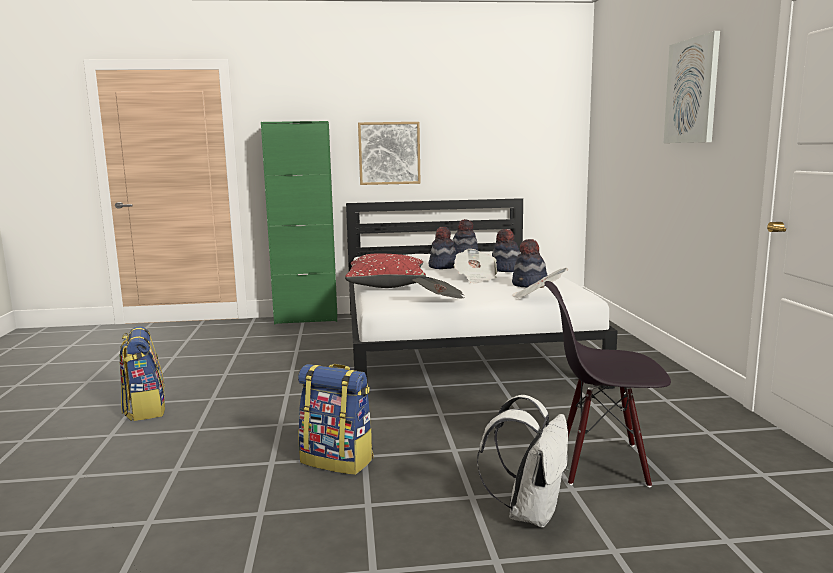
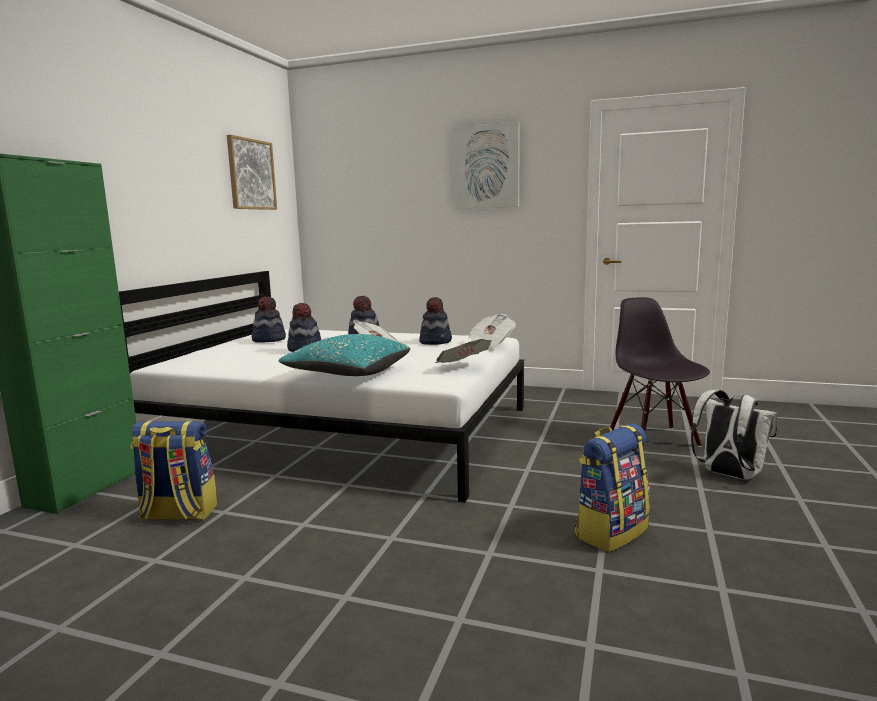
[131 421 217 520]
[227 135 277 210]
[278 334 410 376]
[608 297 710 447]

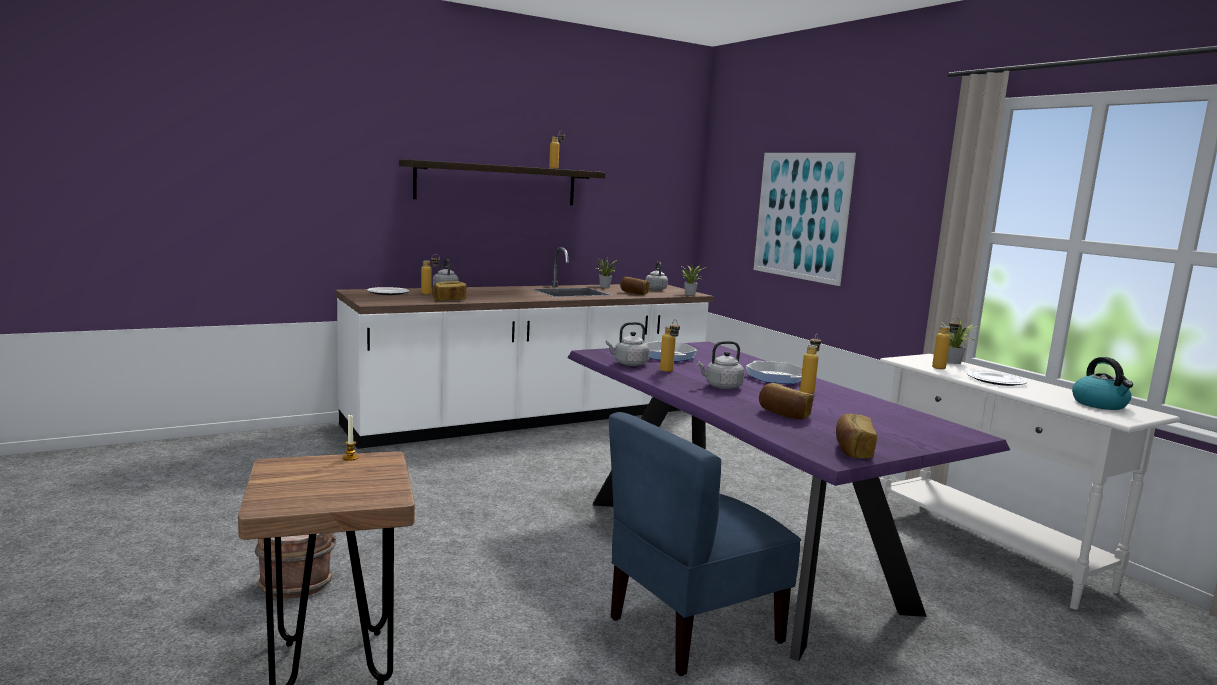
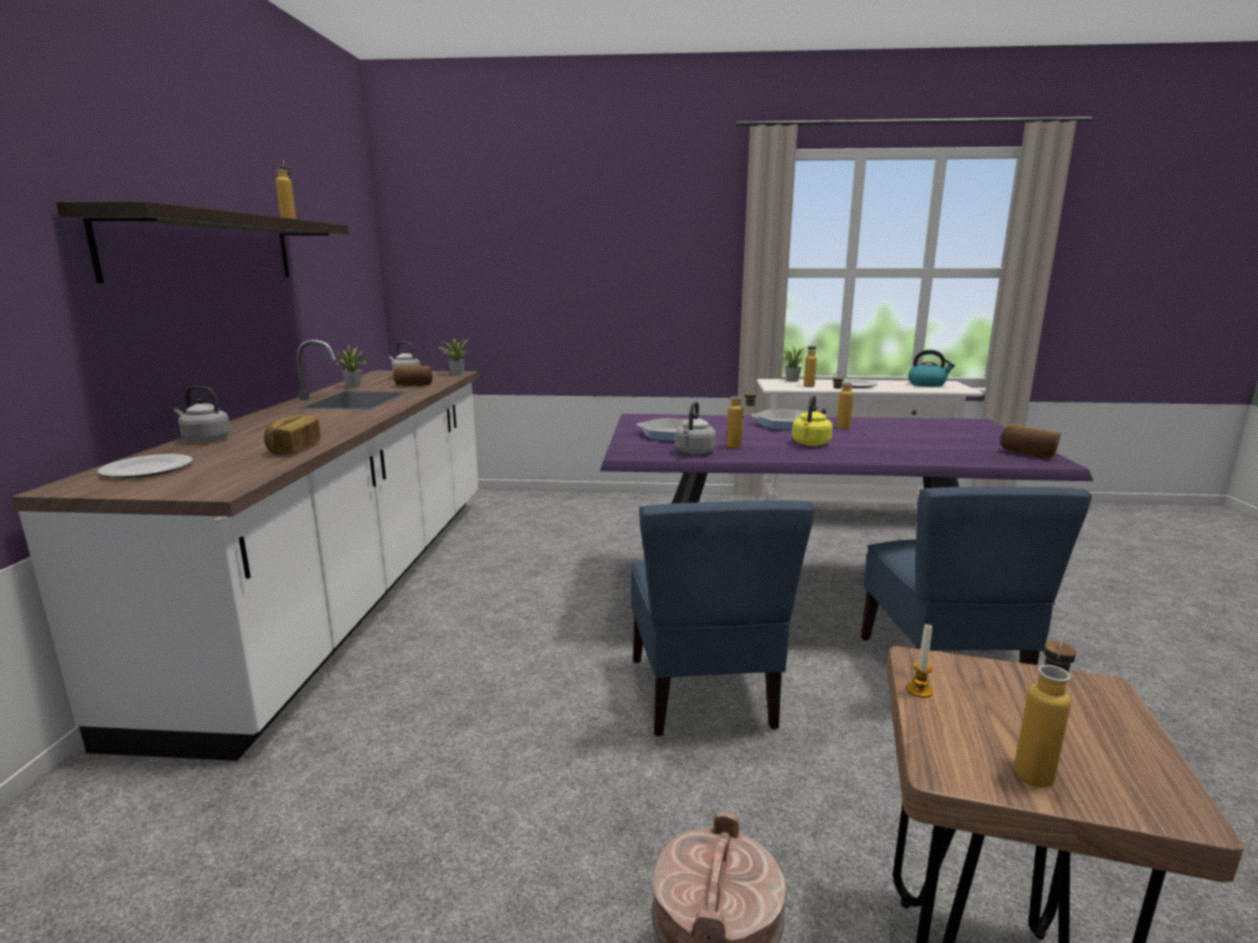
[754 153 856 286] (first image)
[759 383 814 420] (first image)
[630 500 814 736]
[1014 632 1076 787]
[792 395 833 446]

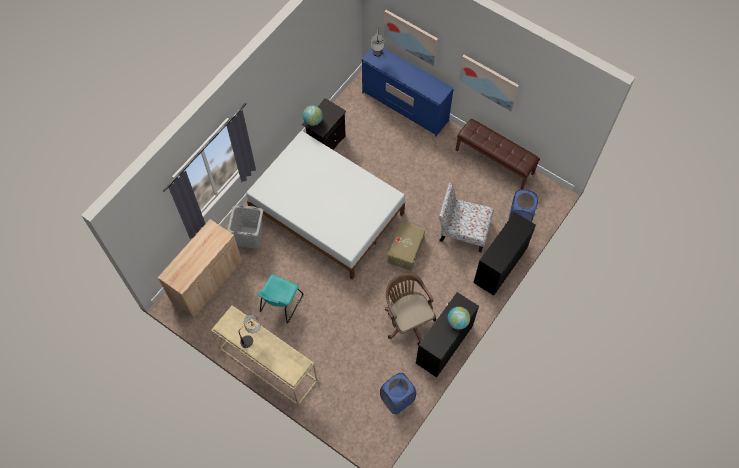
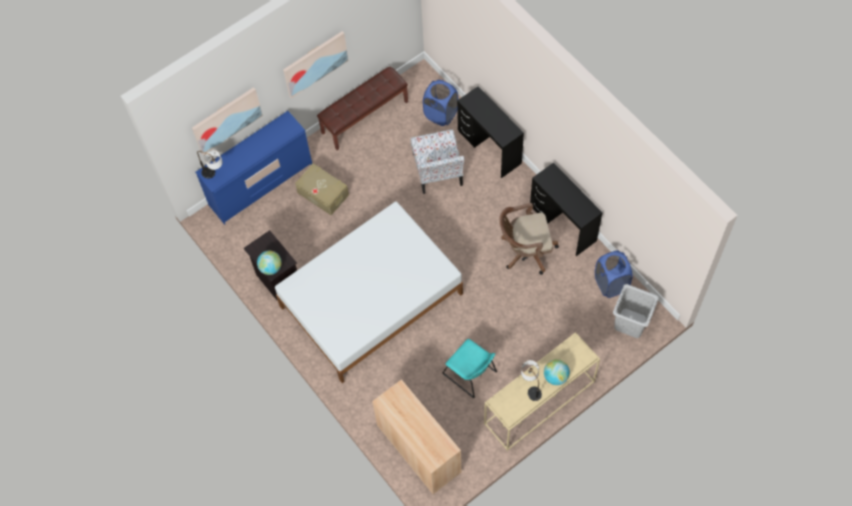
[613 284 659 338]
[295 164 349 215]
[544 359 570 385]
[410 129 464 194]

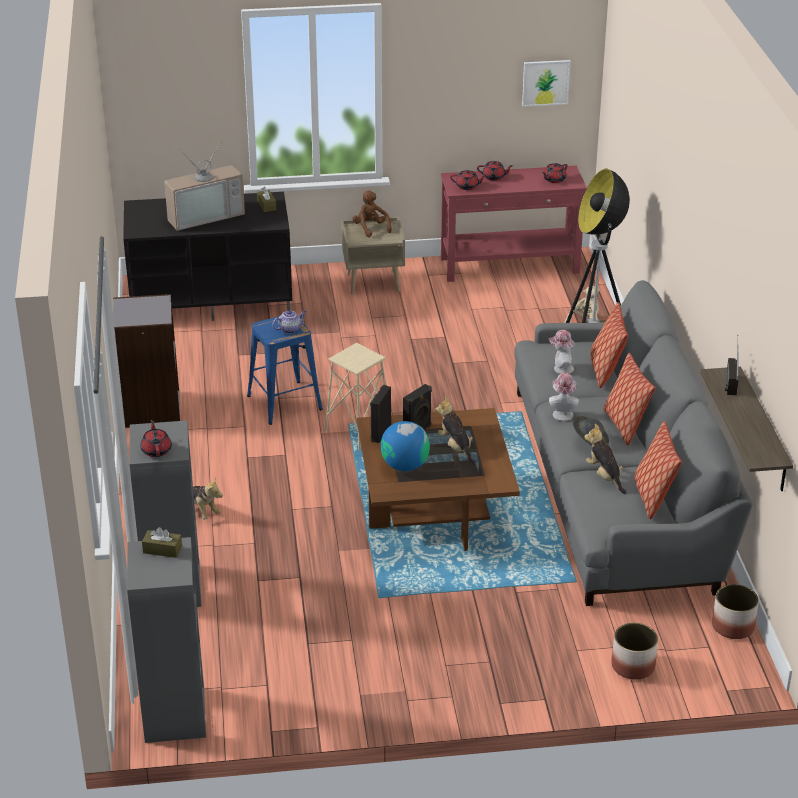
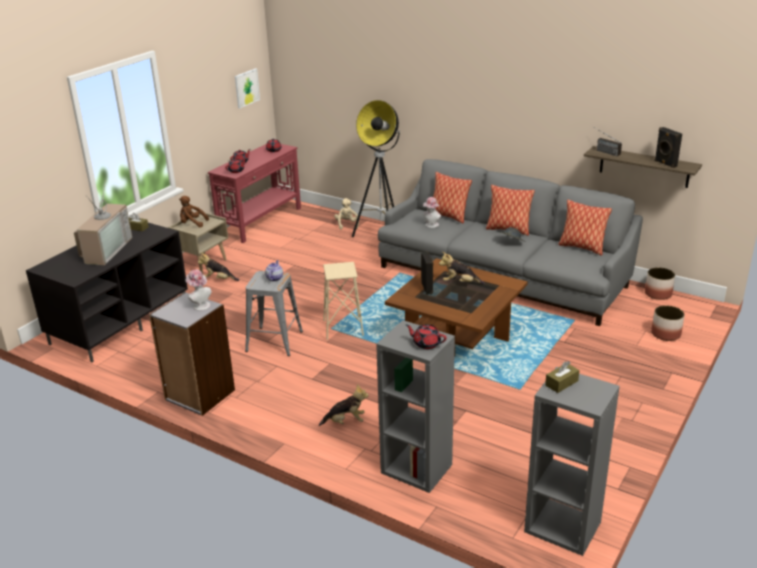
[381 421 430 471] (first image)
[655 127 682 168]
[185 269 212 311]
[198 252 239 281]
[245 271 303 356]

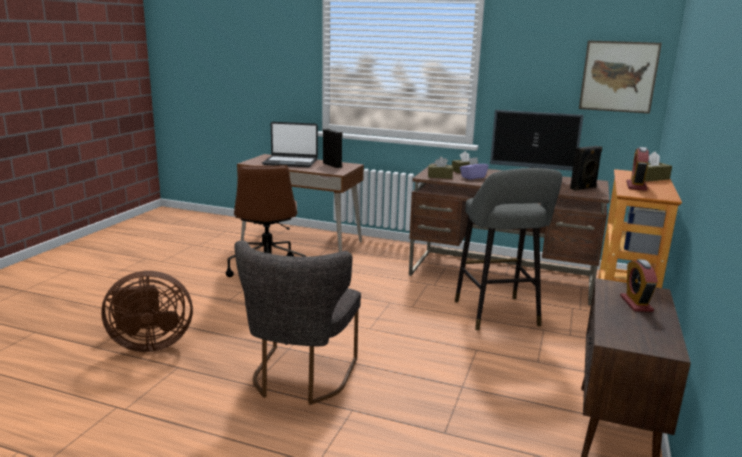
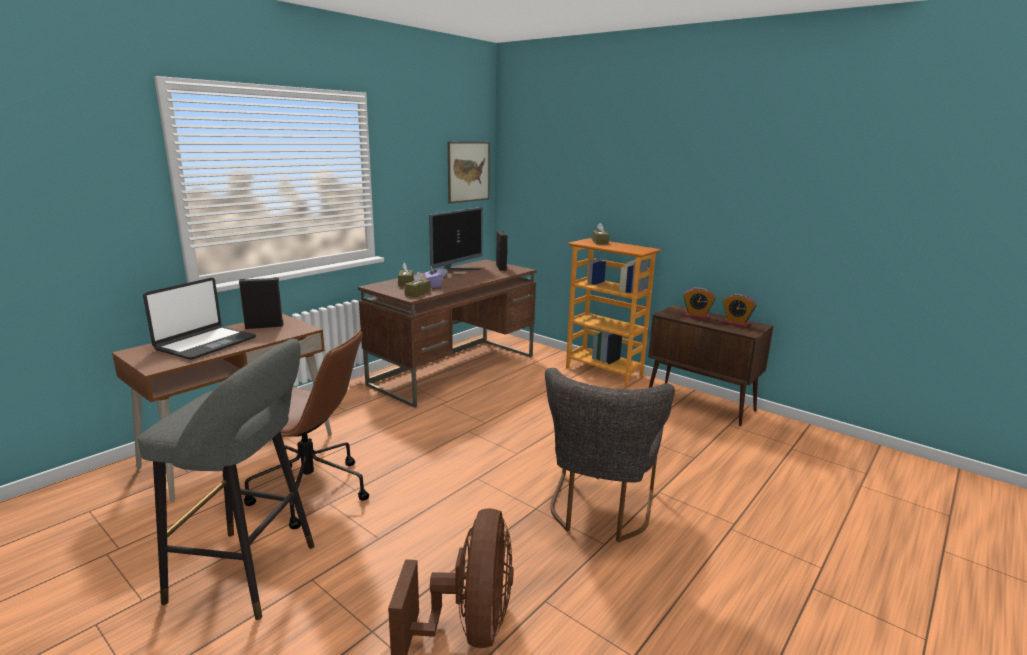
[138 339 315 620]
[722 294 757 328]
[545 368 675 542]

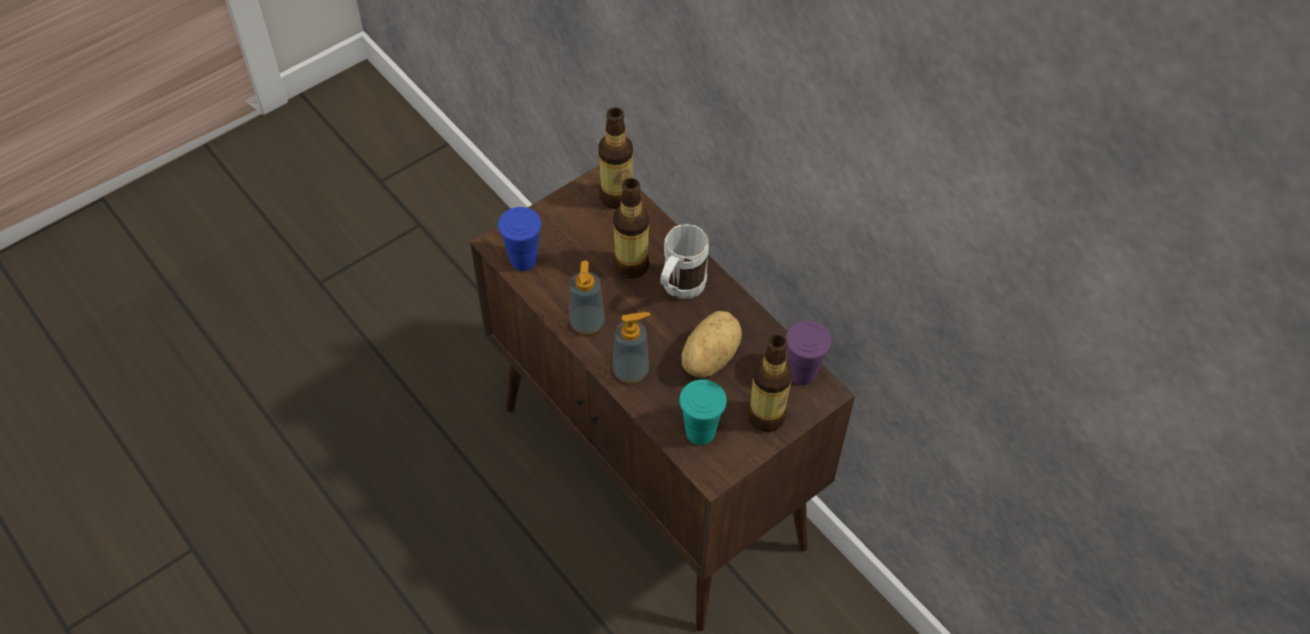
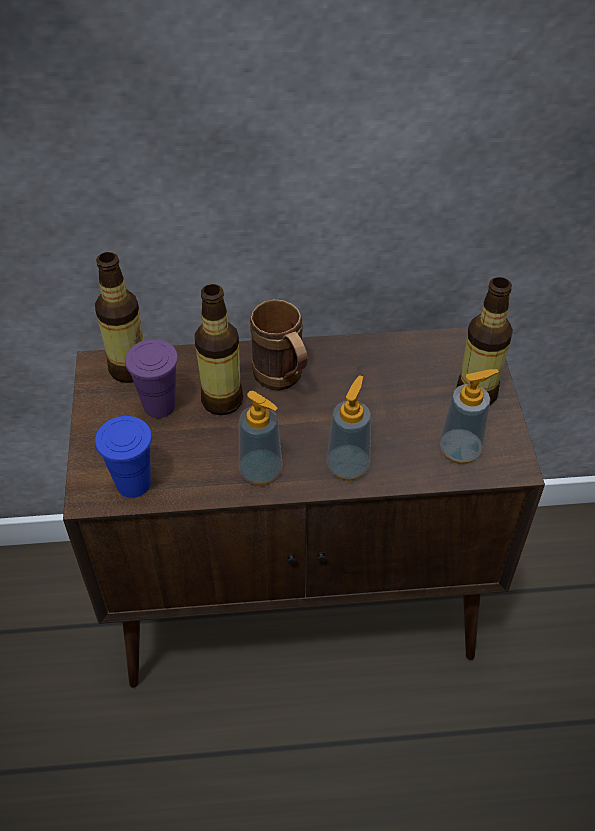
[681 311 742 378] (first image)
[125 339 178 418]
[439 369 499 464]
[250 299 308 391]

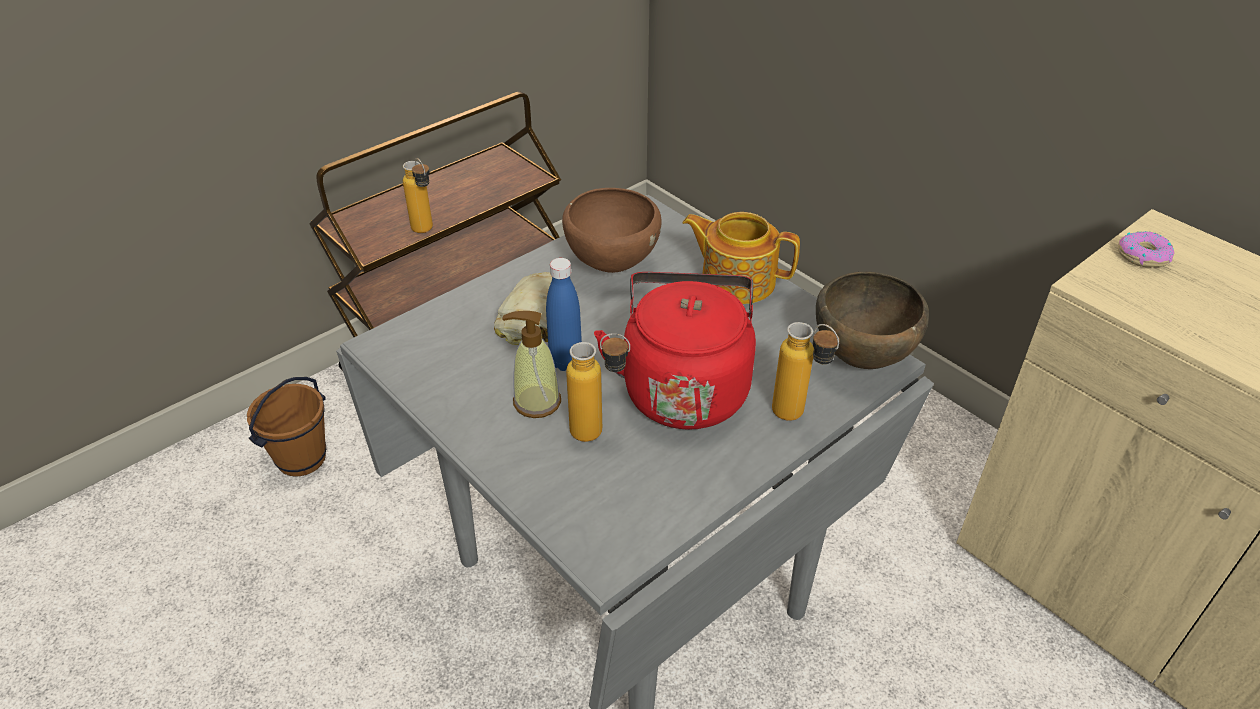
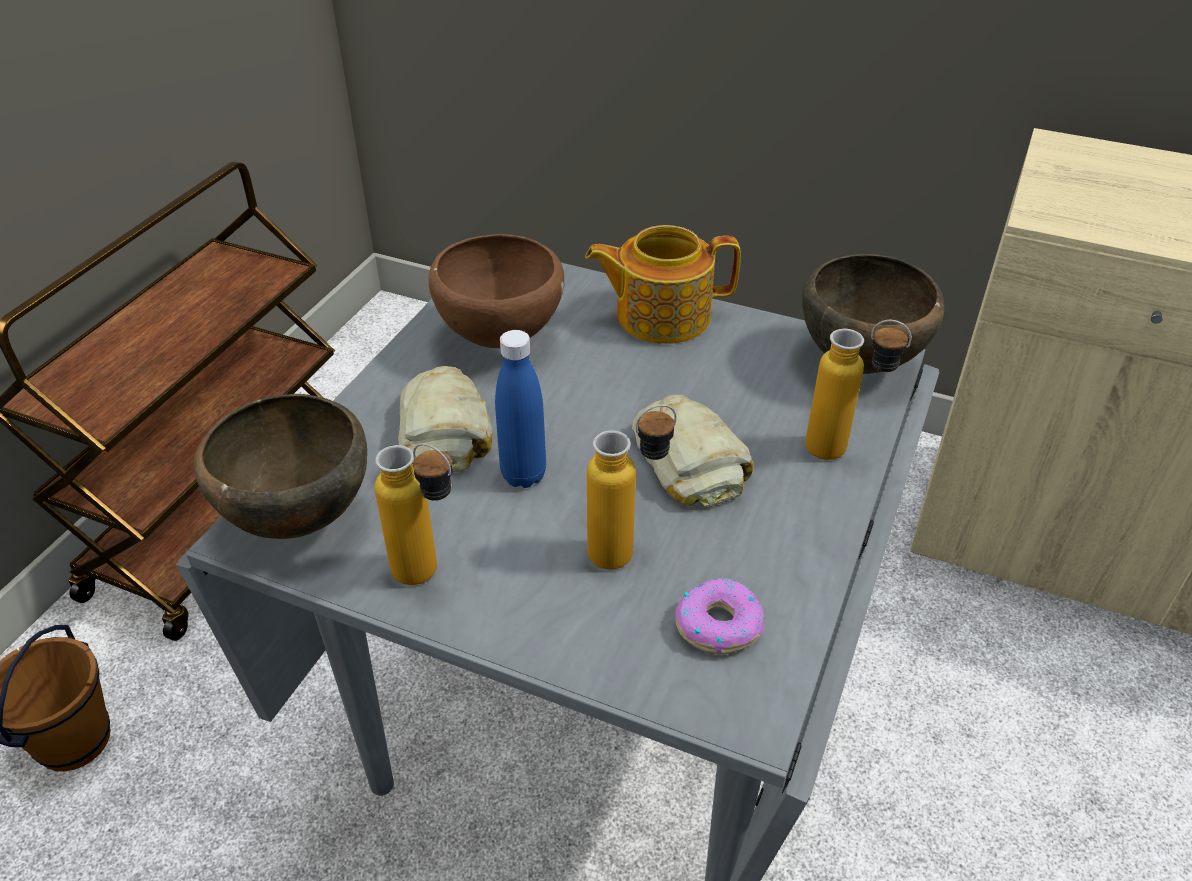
[502 311 561 418] (first image)
[193 394 367 539]
[375 443 453 585]
[675 578 764 654]
[632 395 753 507]

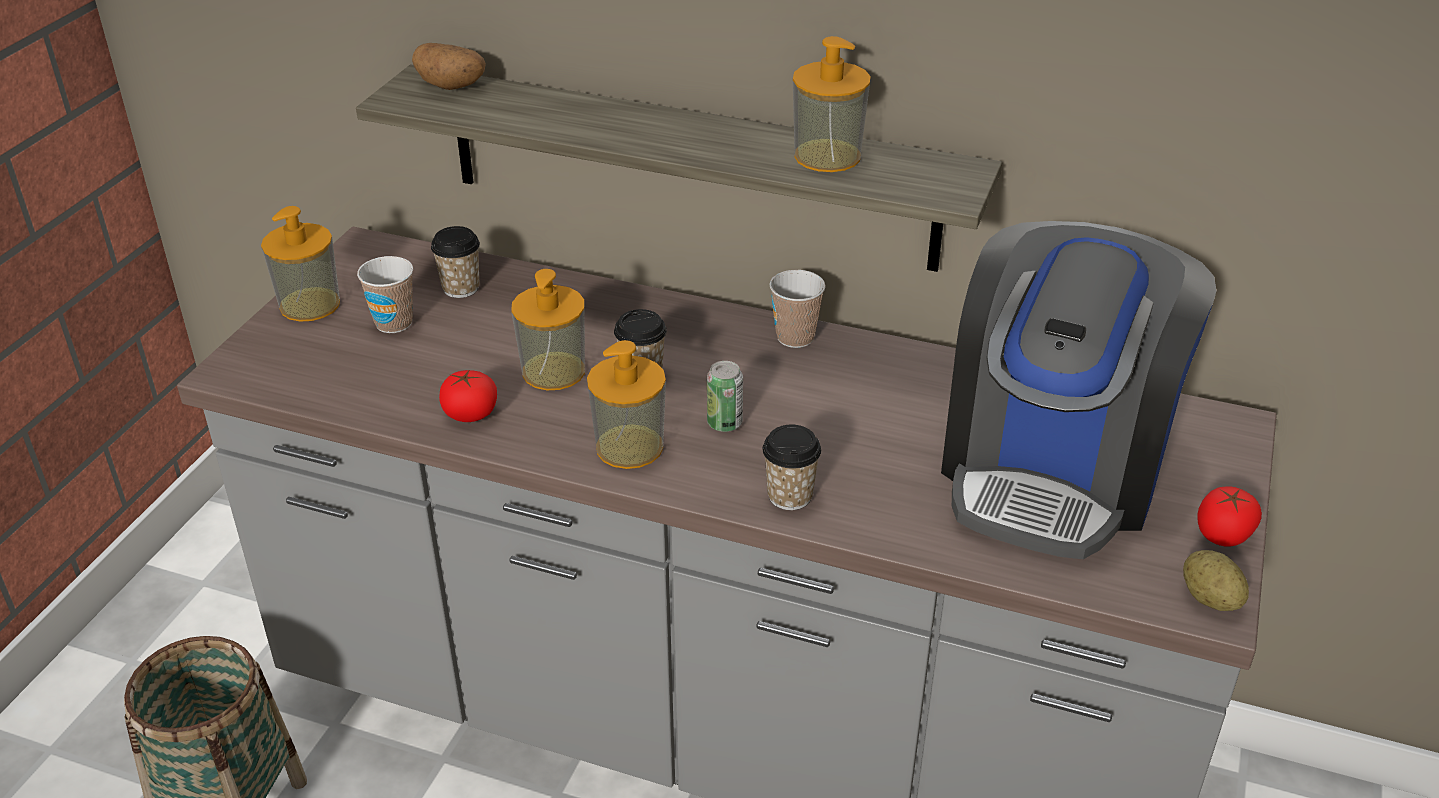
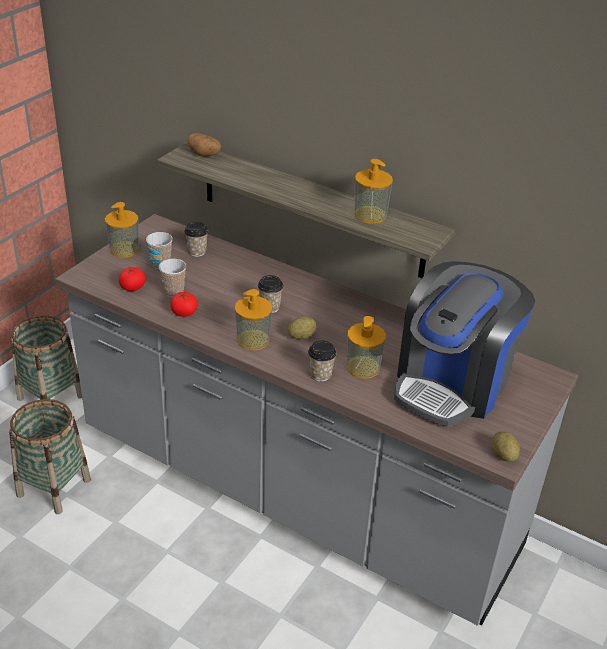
[11 315 82 401]
[347 316 386 379]
[159 259 187 297]
[119 267 146 291]
[288 316 316 339]

